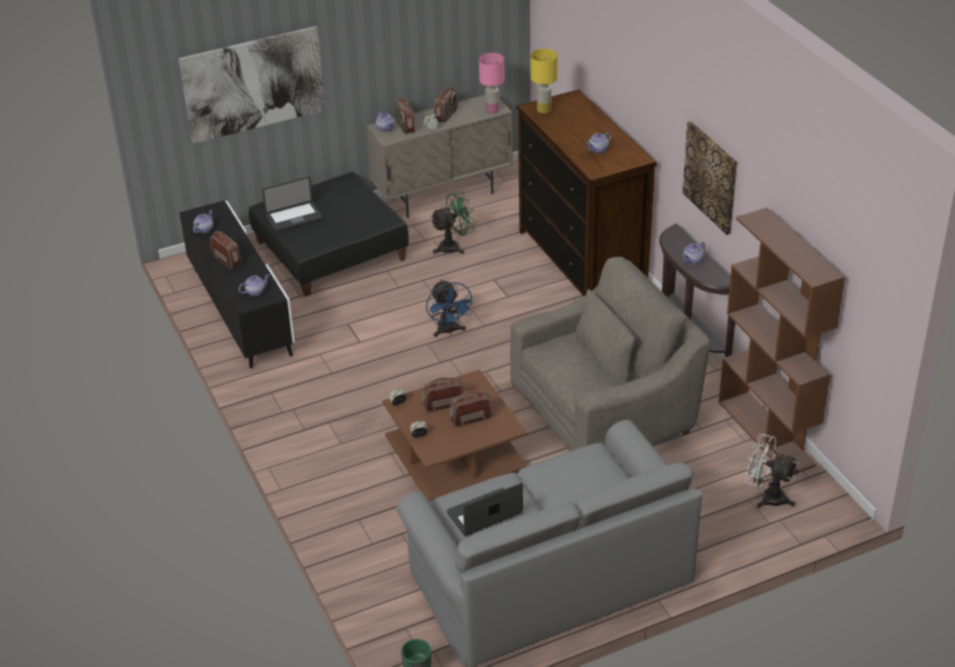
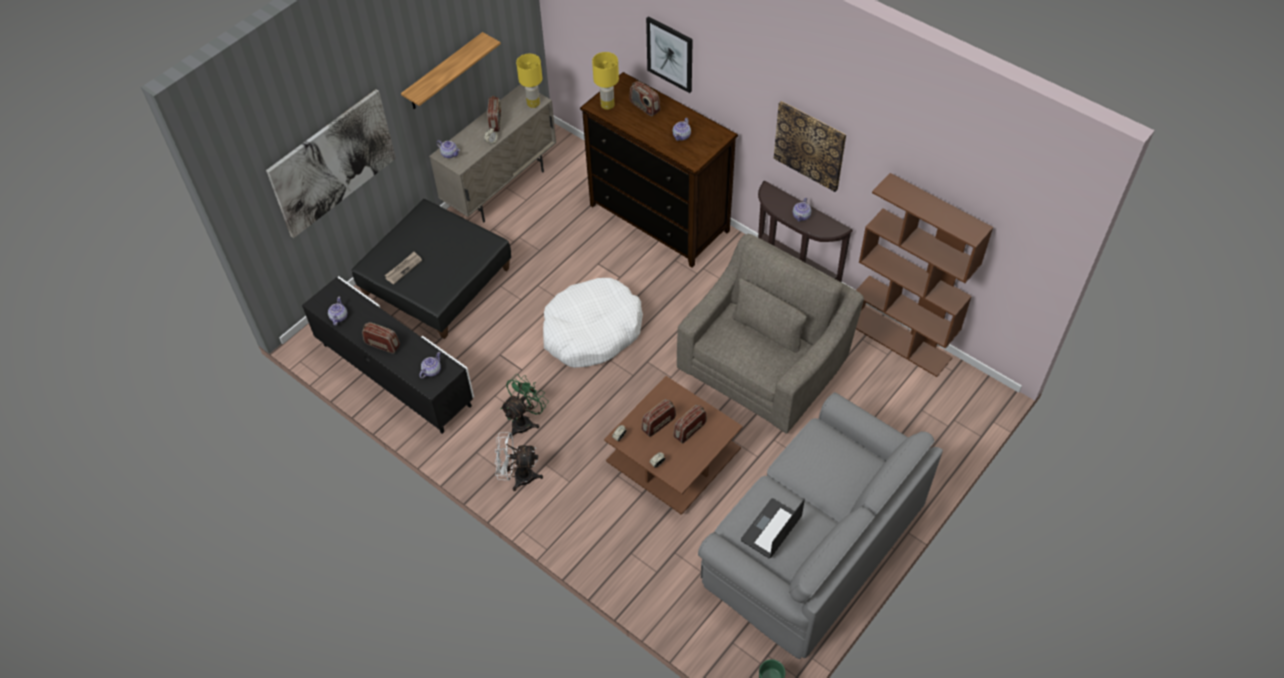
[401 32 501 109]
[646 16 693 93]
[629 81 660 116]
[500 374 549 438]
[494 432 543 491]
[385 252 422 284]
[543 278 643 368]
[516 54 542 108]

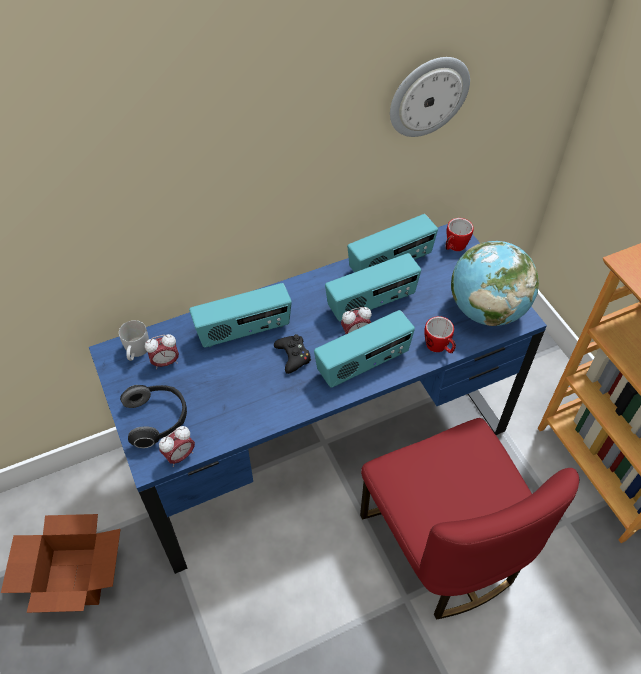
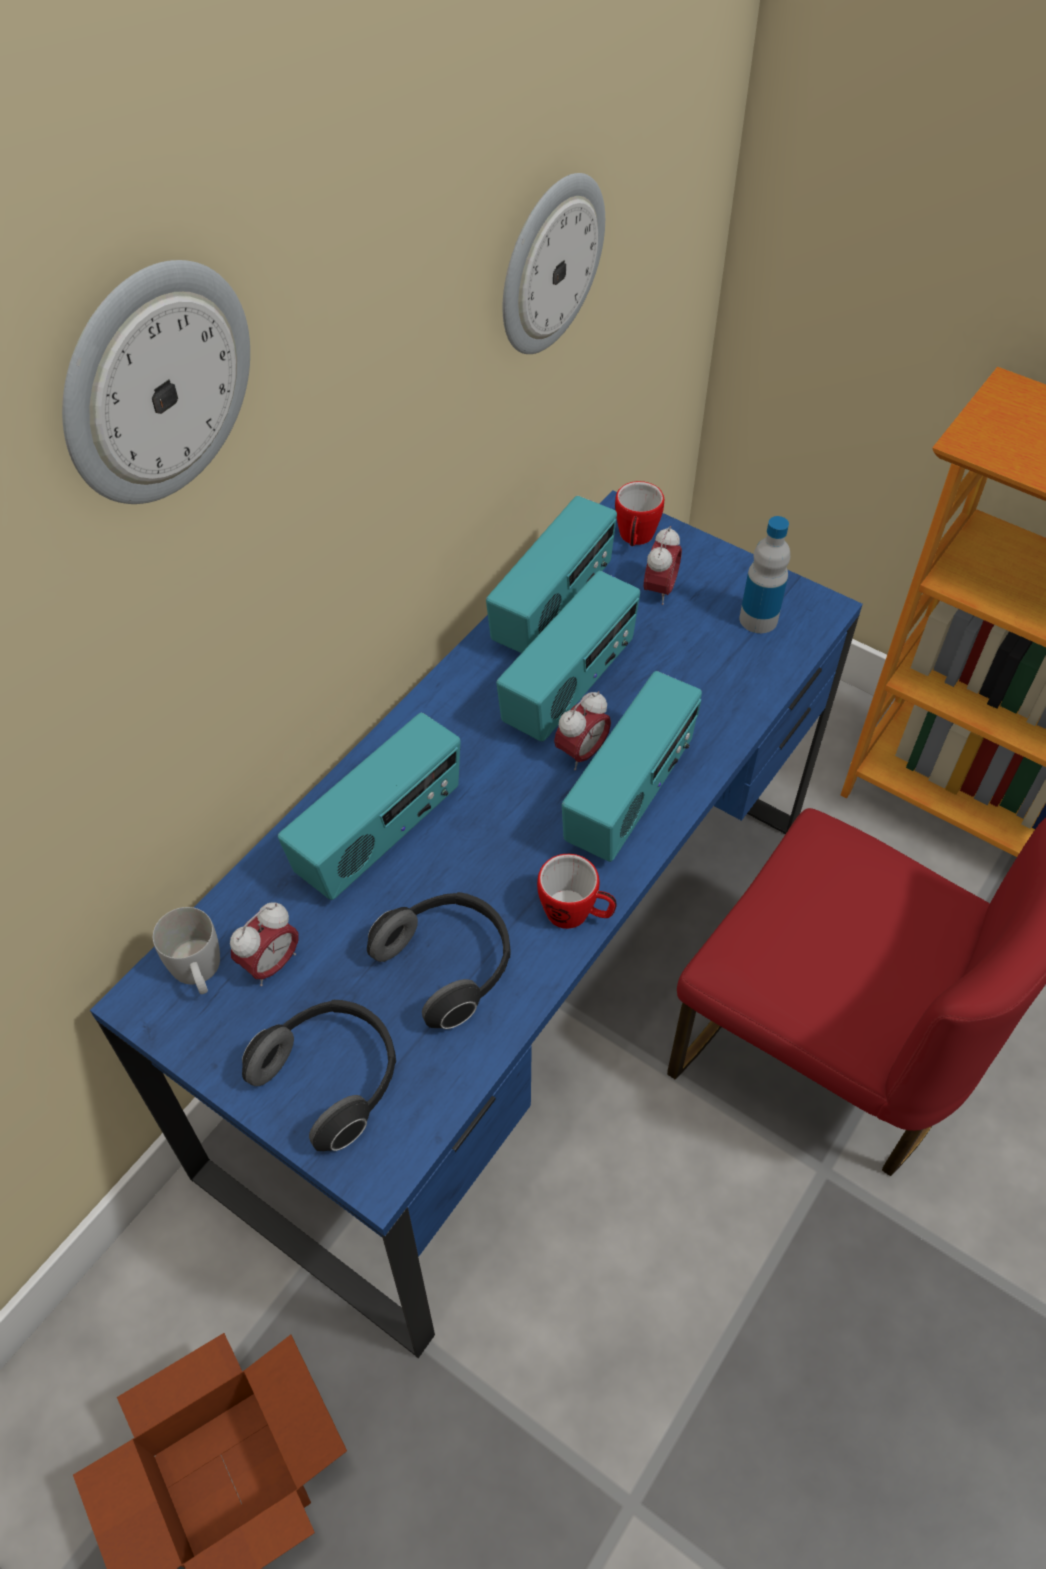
[274 334 311 374] (first image)
[62 260 250 504]
[367 892 510 1029]
[644 526 682 605]
[537 854 617 929]
[739 516 790 633]

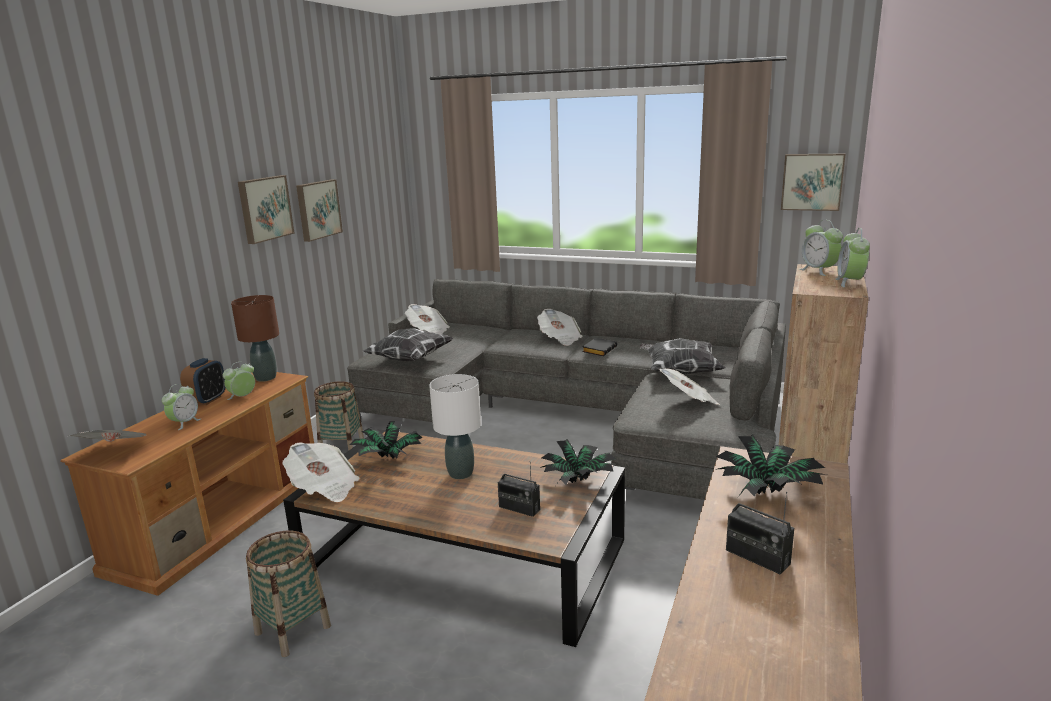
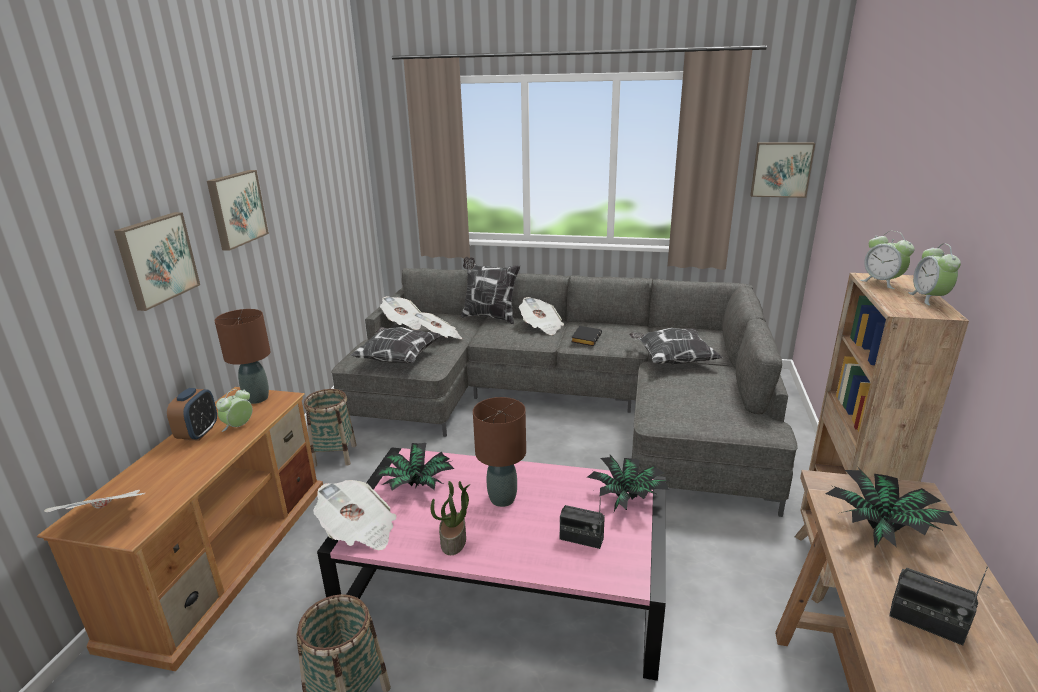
[162 384 201 430] (first image)
[431 481 471 555]
[461 257 520 324]
[114 212 200 311]
[413 312 462 339]
[317 447 666 681]
[473 397 526 507]

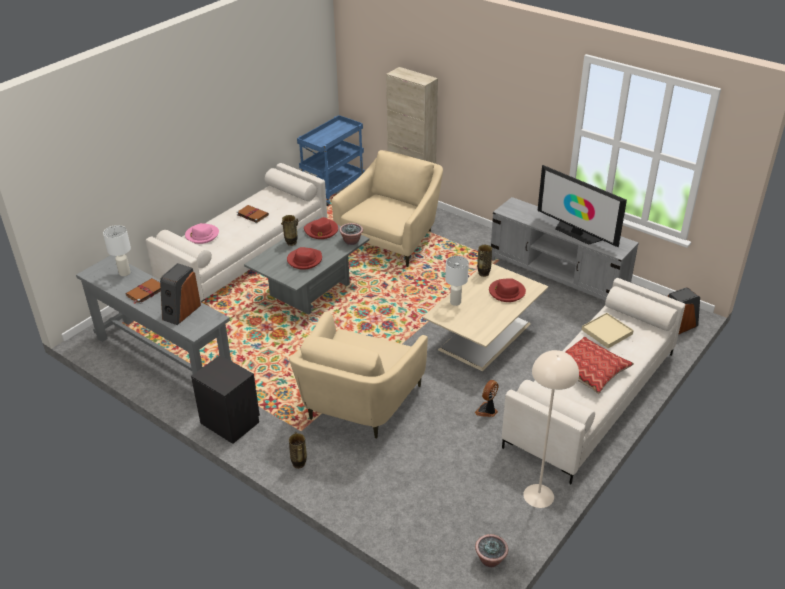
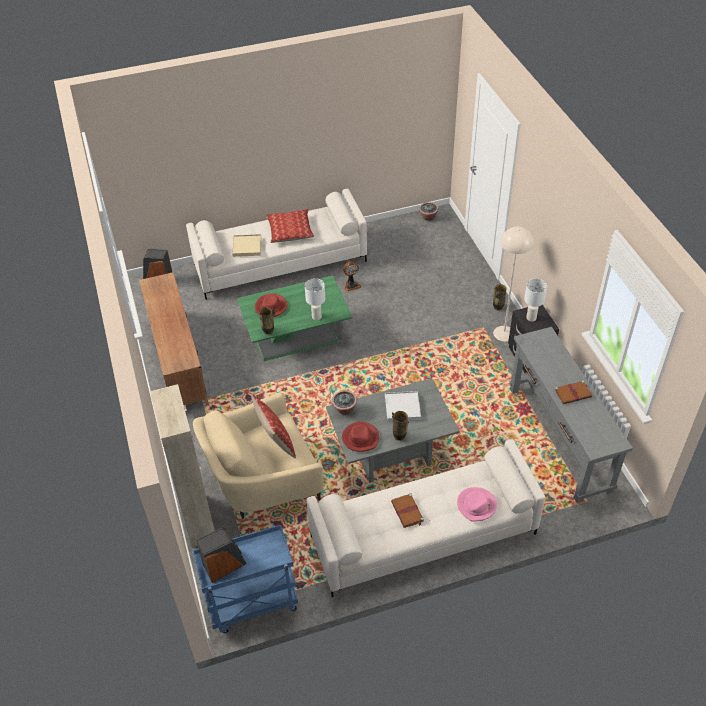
[289 312 428 438] (first image)
[537 165 627 247] (first image)
[251 394 296 458]
[524 279 547 322]
[196 528 247 583]
[493 227 534 341]
[385 391 421 422]
[237 275 352 361]
[139 272 209 405]

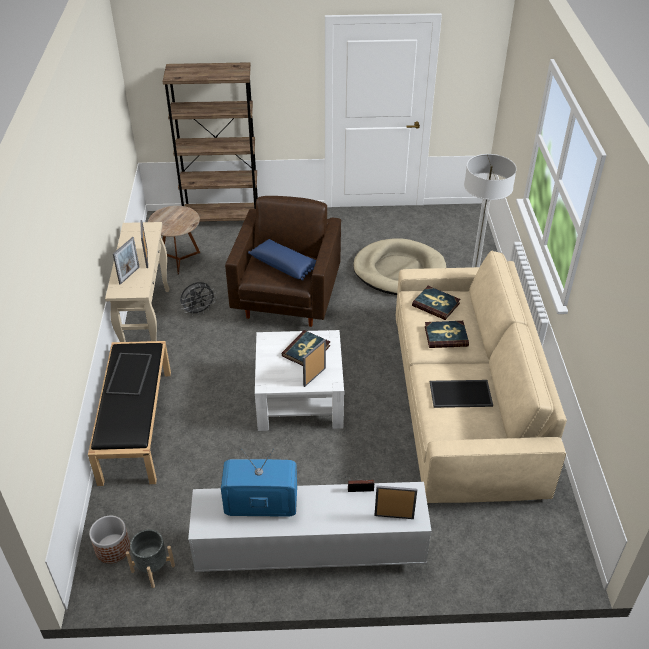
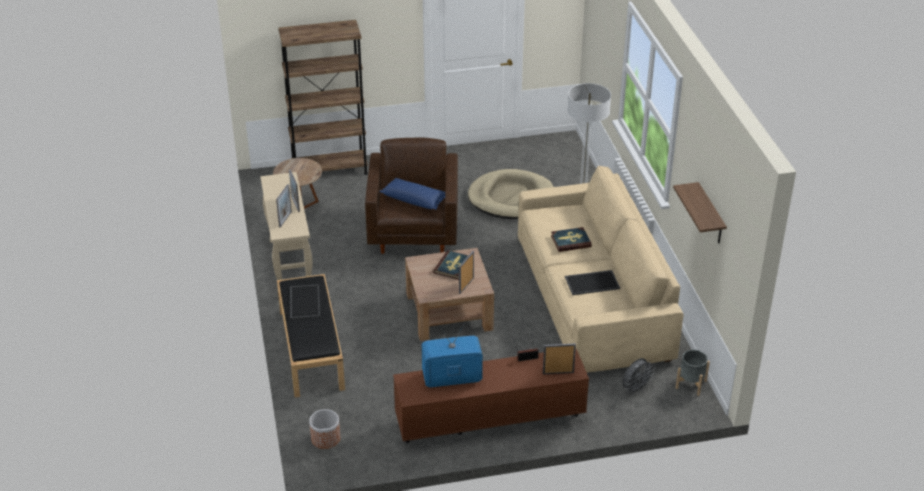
[412 286 461 320] (first image)
[673 182 727 243]
[676 350 710 396]
[622 358 656 395]
[393 349 589 443]
[405 248 494 341]

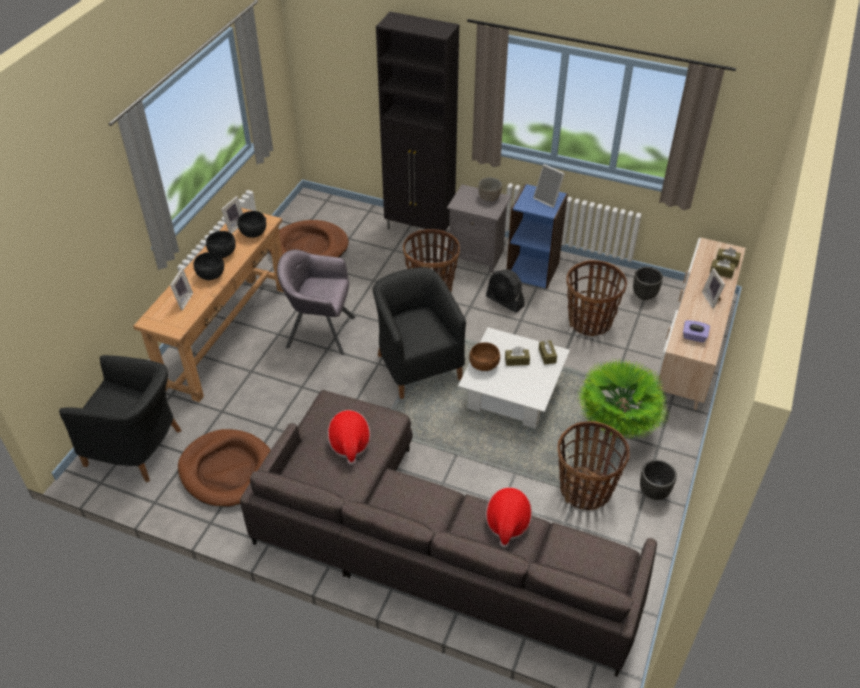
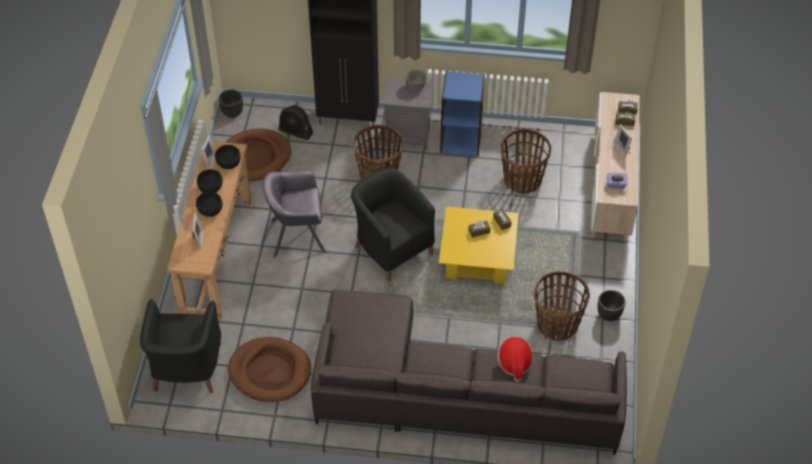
[327 410 371 465] (first image)
[469 342 500 371] (first image)
[533 164 565 208] (first image)
[577 358 669 440] (first image)
[279 105 313 140]
[219 89 243 118]
[439 206 519 284]
[140 299 221 394]

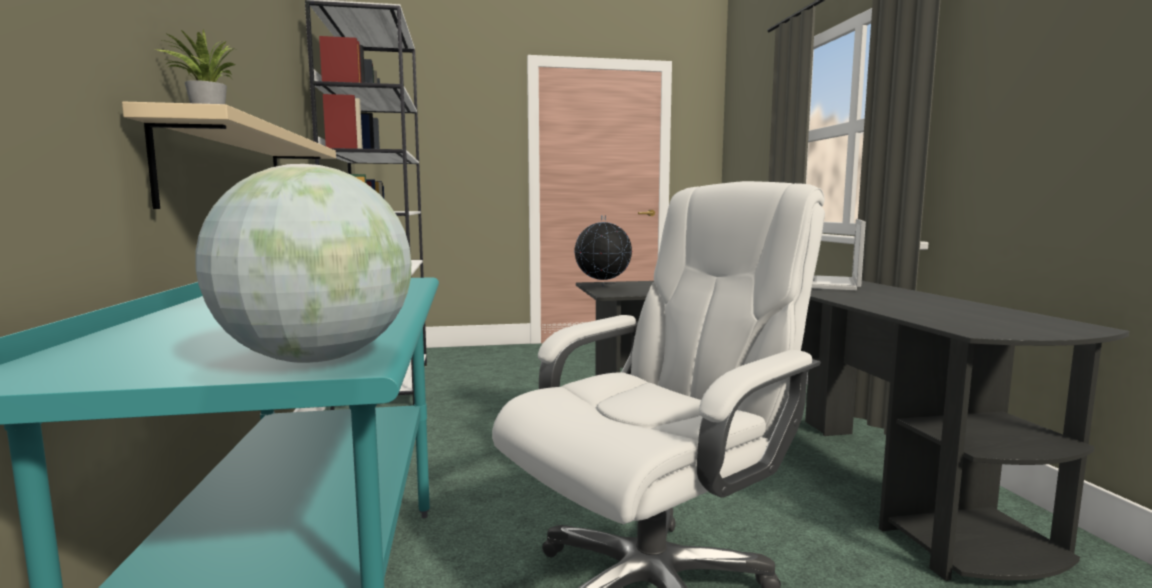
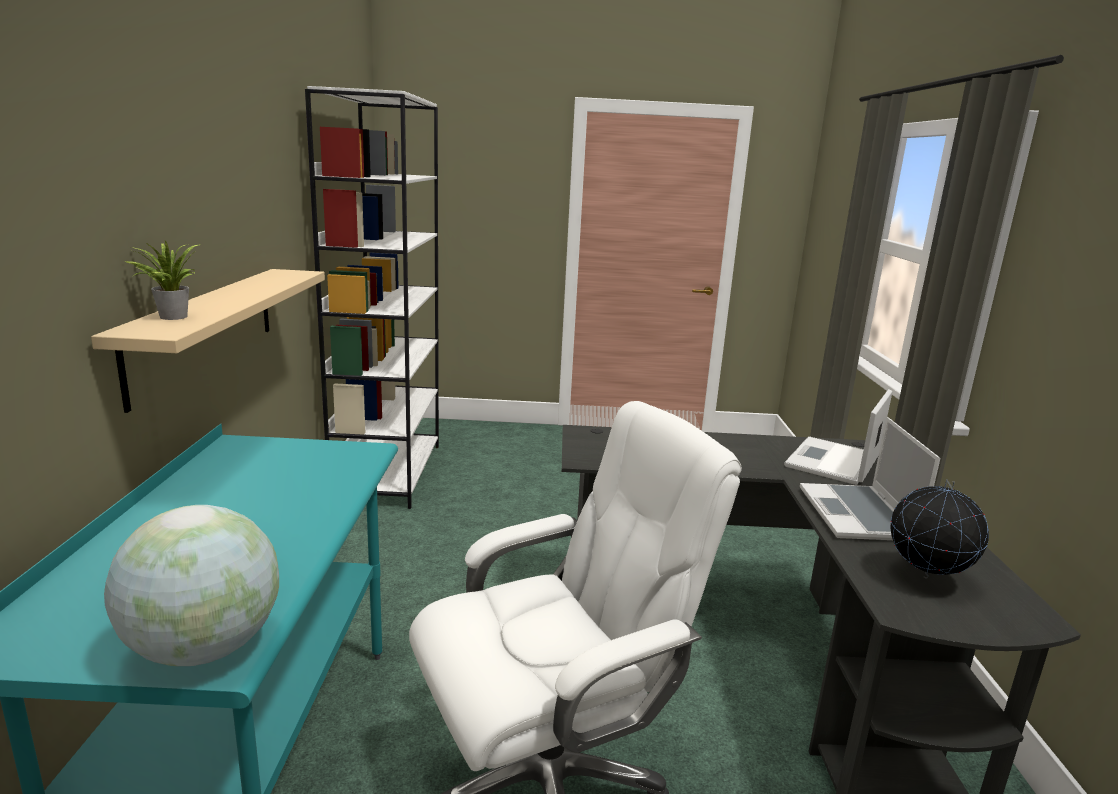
[800 417 941 540]
[890 480 989 579]

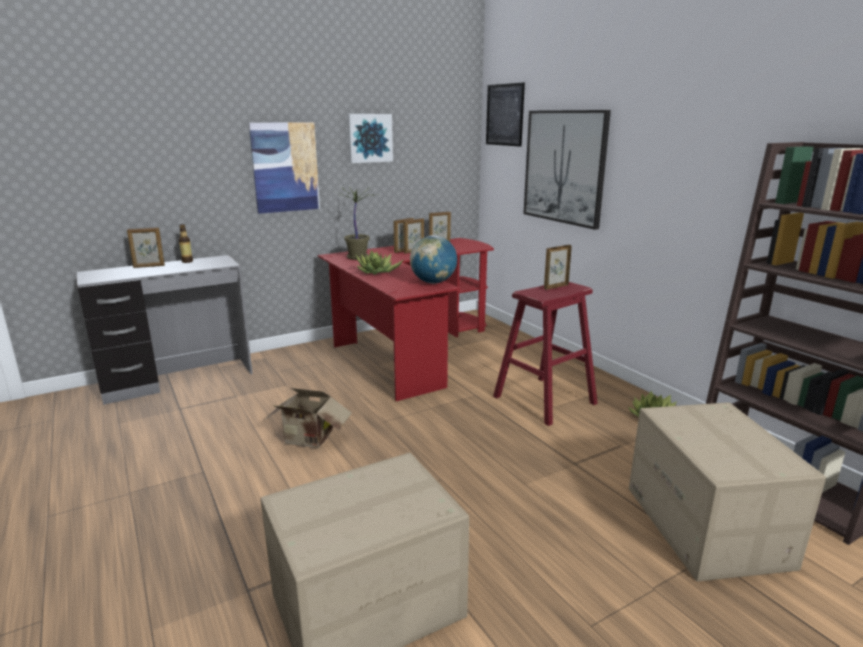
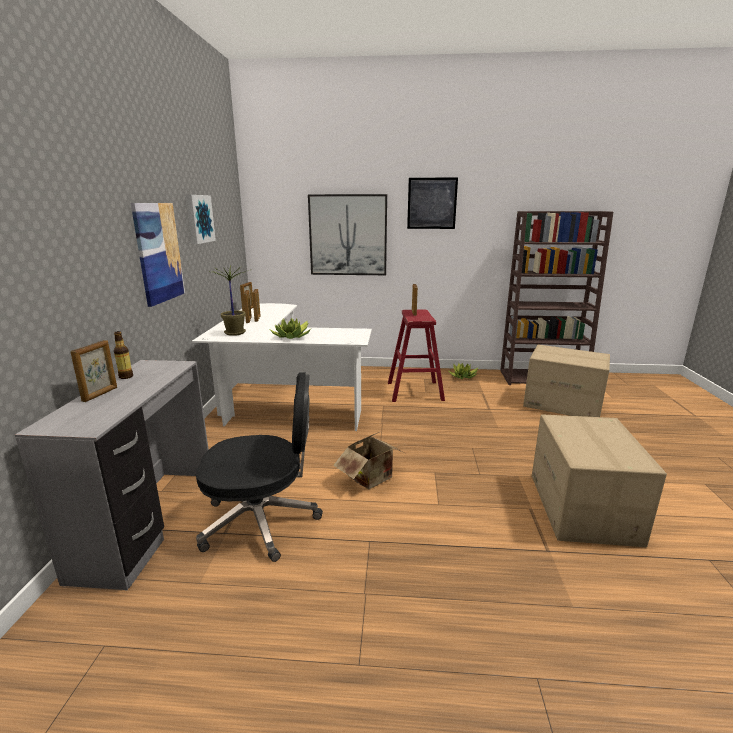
[410 235 457 284] (first image)
[196 372 323 562]
[407 178 458 229]
[192 303 372 431]

